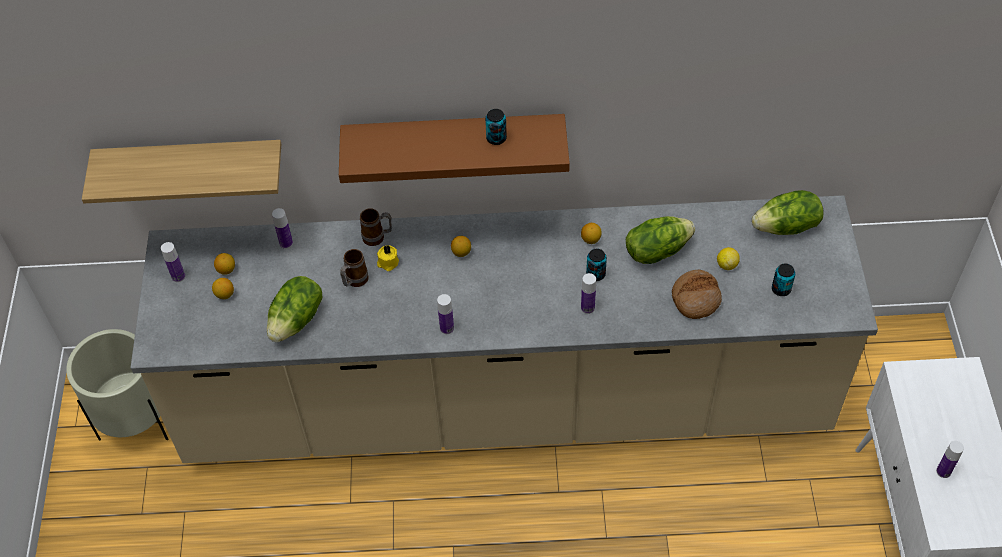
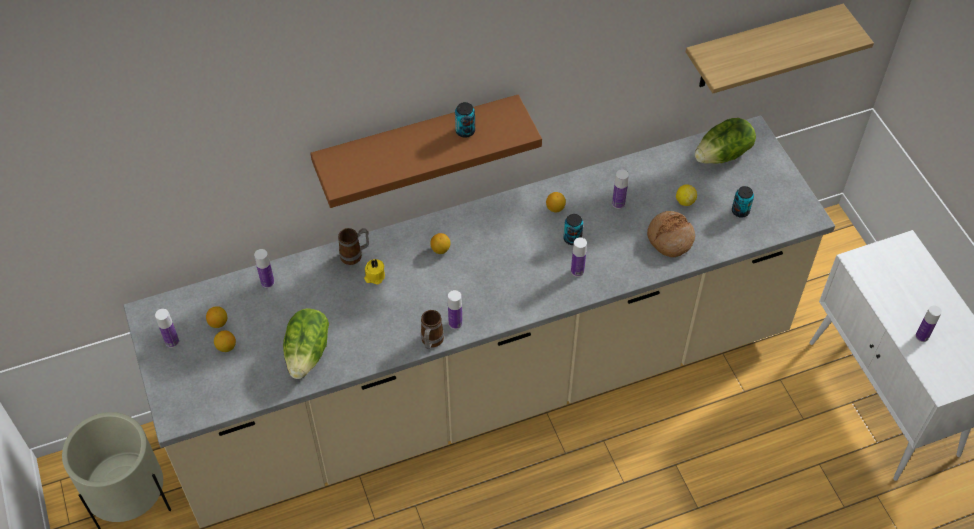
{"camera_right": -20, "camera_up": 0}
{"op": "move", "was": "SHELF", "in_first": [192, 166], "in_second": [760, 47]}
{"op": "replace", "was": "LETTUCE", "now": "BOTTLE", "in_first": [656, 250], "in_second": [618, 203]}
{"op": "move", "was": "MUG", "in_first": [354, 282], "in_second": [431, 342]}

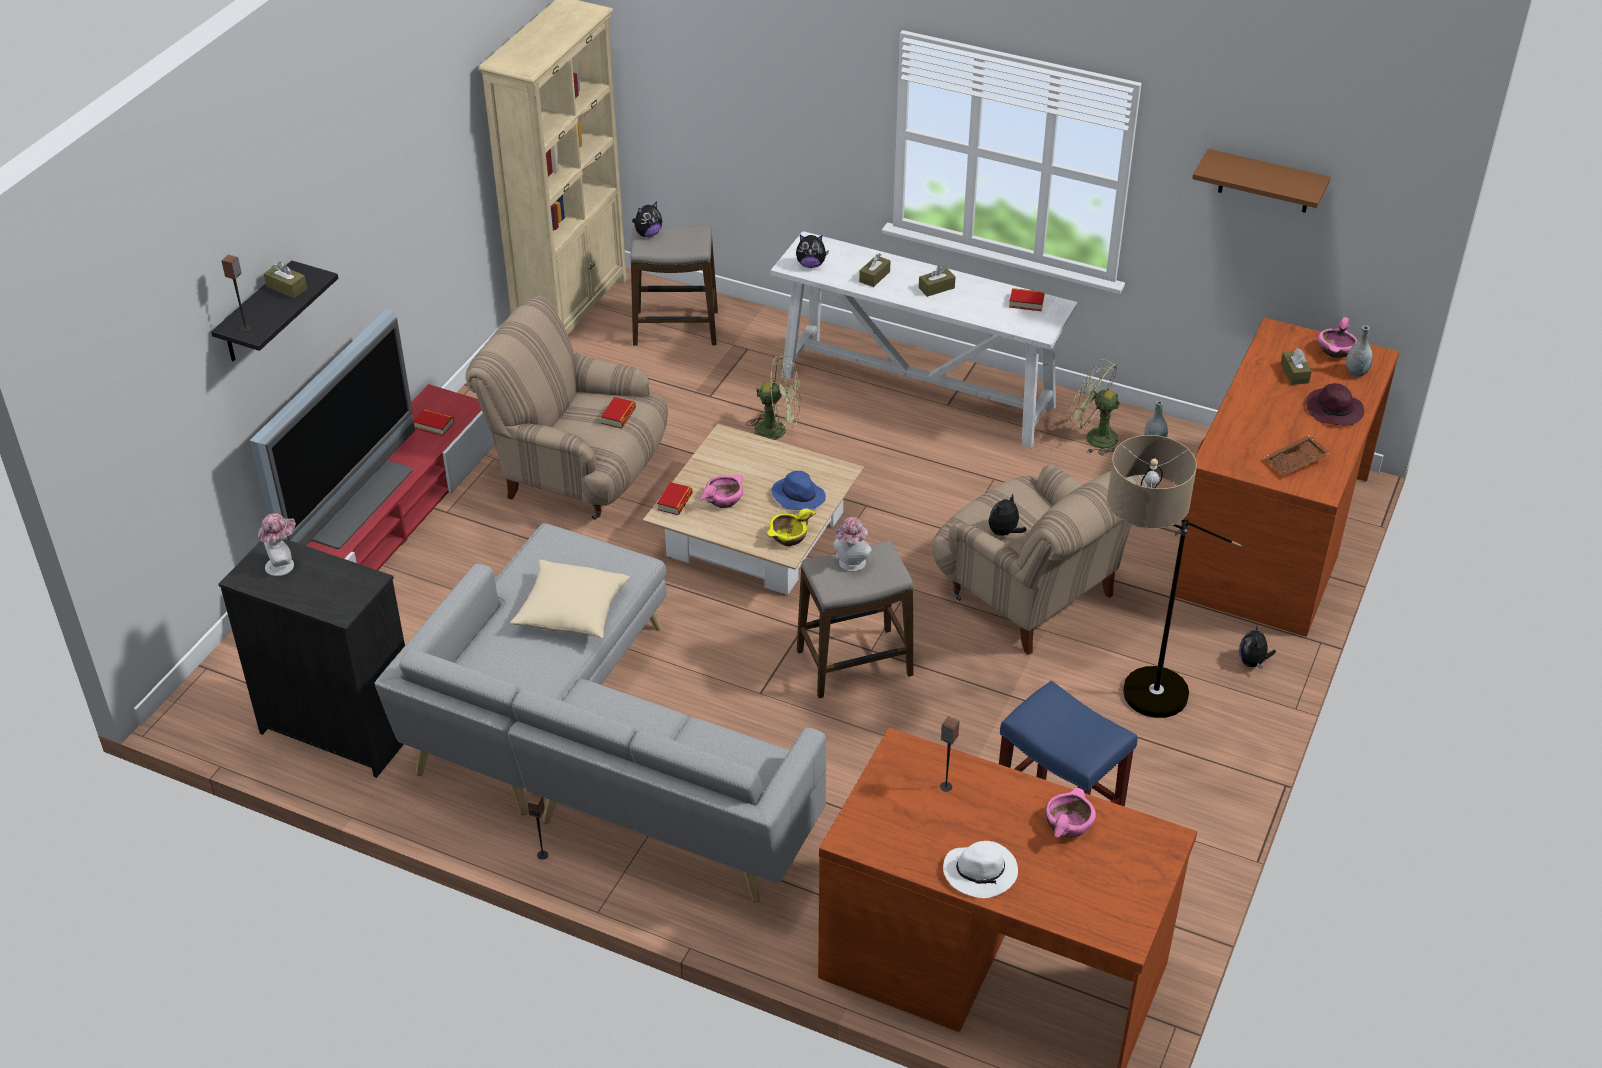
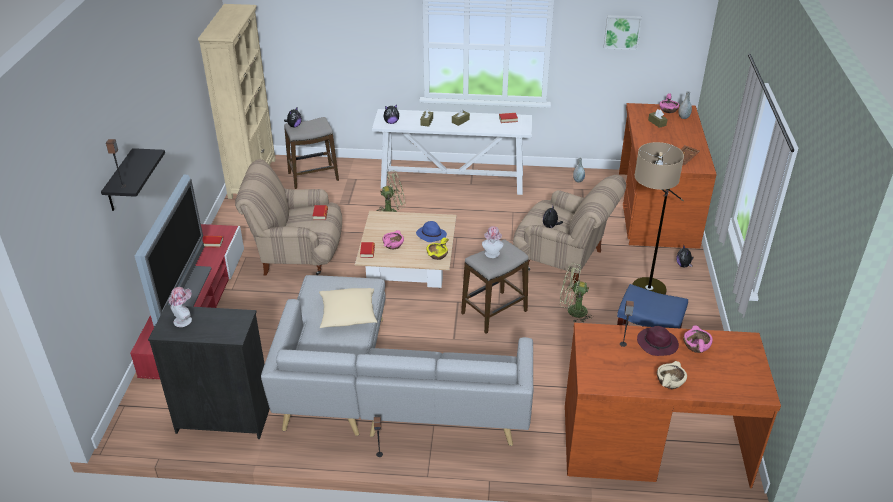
{"camera_right": -20, "camera_up": -5}
{"op": "replace", "was": "BROWN SHELF", "now": "PICTURE", "in_first": [1265, 182], "in_second": [622, 31]}
{"op": "delete", "was": "BROWN TISSUE BOX", "in_first": [287, 287]}
{"op": "move", "was": "GREEN FAN", "in_first": [1094, 437], "in_second": [572, 311]}
{"op": "move", "was": "PURPLE HAT", "in_first": [1334, 411], "in_second": [658, 344]}
{"op": "replace", "was": "WHITE HAT", "now": "BEIGE BOWL", "in_first": [981, 872], "in_second": [669, 381]}

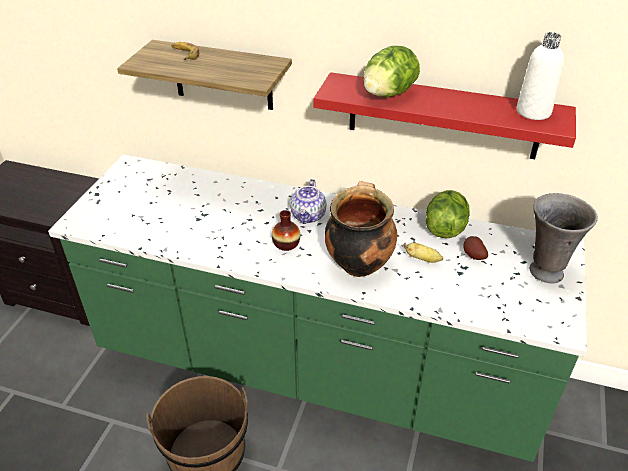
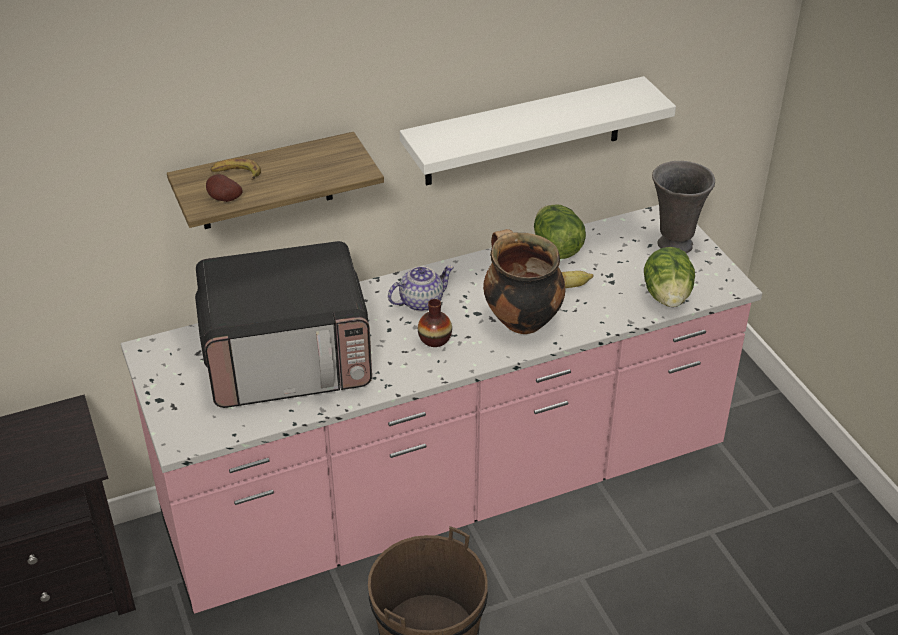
{"camera_right": -40, "camera_up": 0}
{"op": "delete", "was": "WHITE BOTTLE", "in_first": [533, 112]}
{"op": "move", "was": "LETTUCE", "in_first": [388, 94], "in_second": [667, 296]}
{"op": "recolor", "was": "RED SHELF", "now": "WHITE SHELF", "in_first": [443, 116], "in_second": [524, 132]}
{"op": "recolor", "was": "GREEN COUNTER", "now": "PINK COUNTER", "in_first": [314, 370], "in_second": [449, 492]}
{"op": "rotate", "was": "TEAPOT", "in_first": [308, 216], "in_second": [421, 301], "clockwise": -90}
{"op": "move", "was": "POTATO", "in_first": [472, 256], "in_second": [223, 200]}
{"op": "insert", "now": "MICROWAVE", "in_second": [288, 358]}

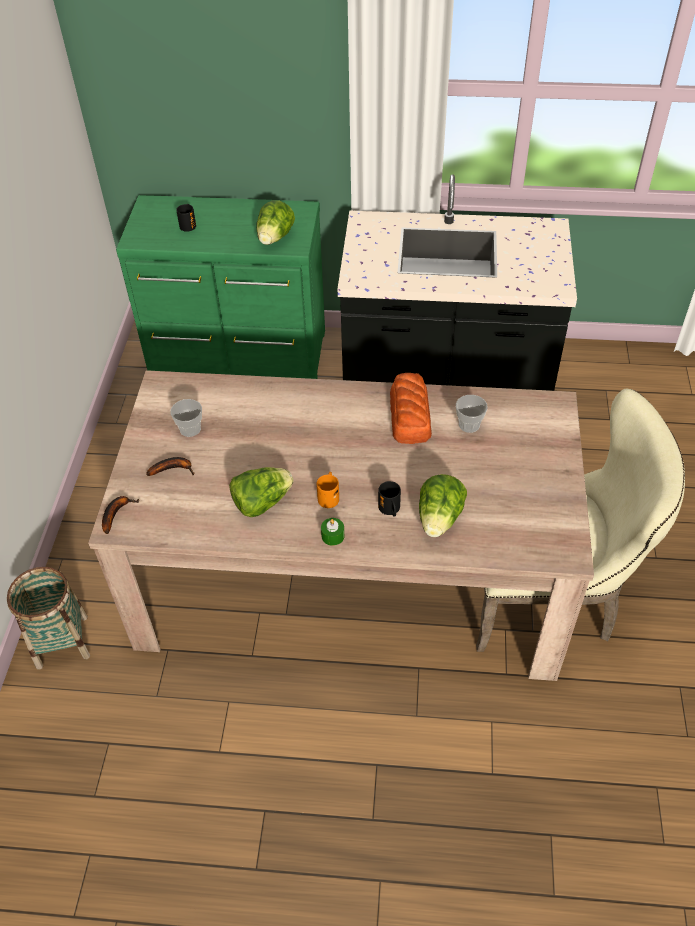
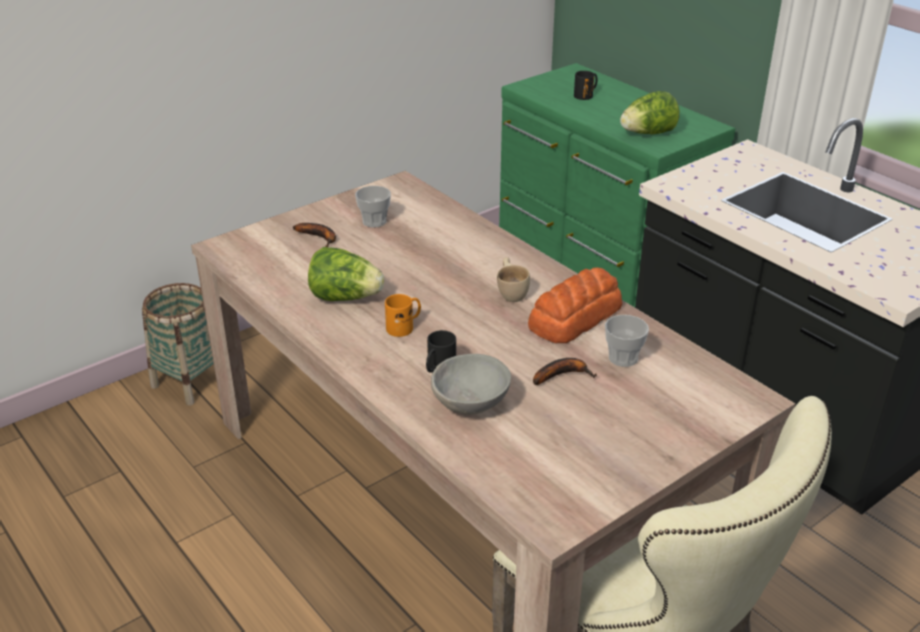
{"camera_right": 45, "camera_up": -15}
{"op": "replace", "was": "LETTUCE", "now": "GREY BOWL", "in_first": [439, 519], "in_second": [471, 406]}
{"op": "move", "was": "BANANA", "in_first": [116, 514], "in_second": [562, 375]}
{"op": "delete", "was": "GREEN CANDLE", "in_first": [333, 536]}
{"op": "insert", "now": "BEIGE CUP", "in_second": [512, 292]}

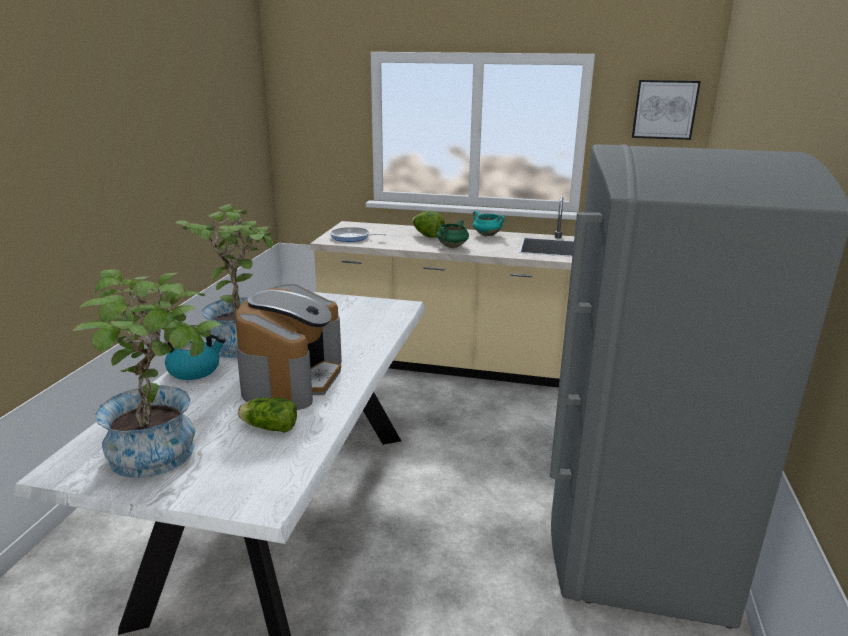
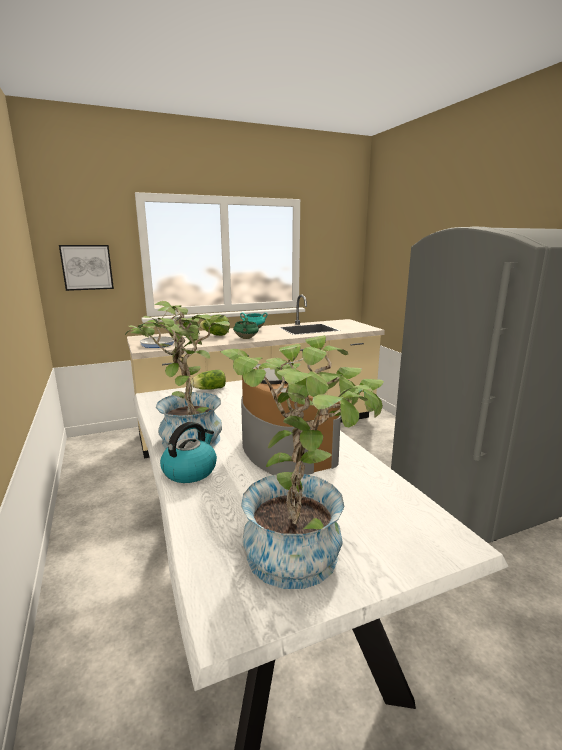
{"camera_right": -35, "camera_up": -5}
{"op": "move", "was": "PICTURE", "in_first": [664, 109], "in_second": [87, 267]}
{"op": "move", "was": "LETTUCE", "in_first": [268, 427], "in_second": [208, 389]}

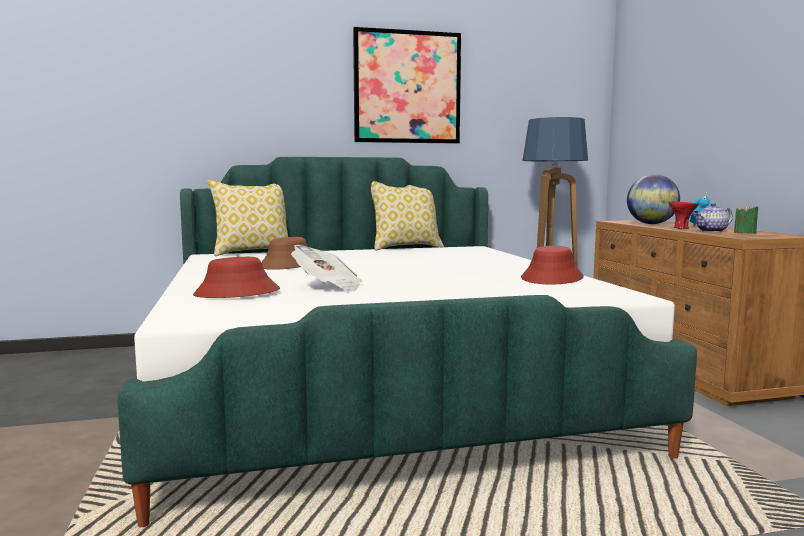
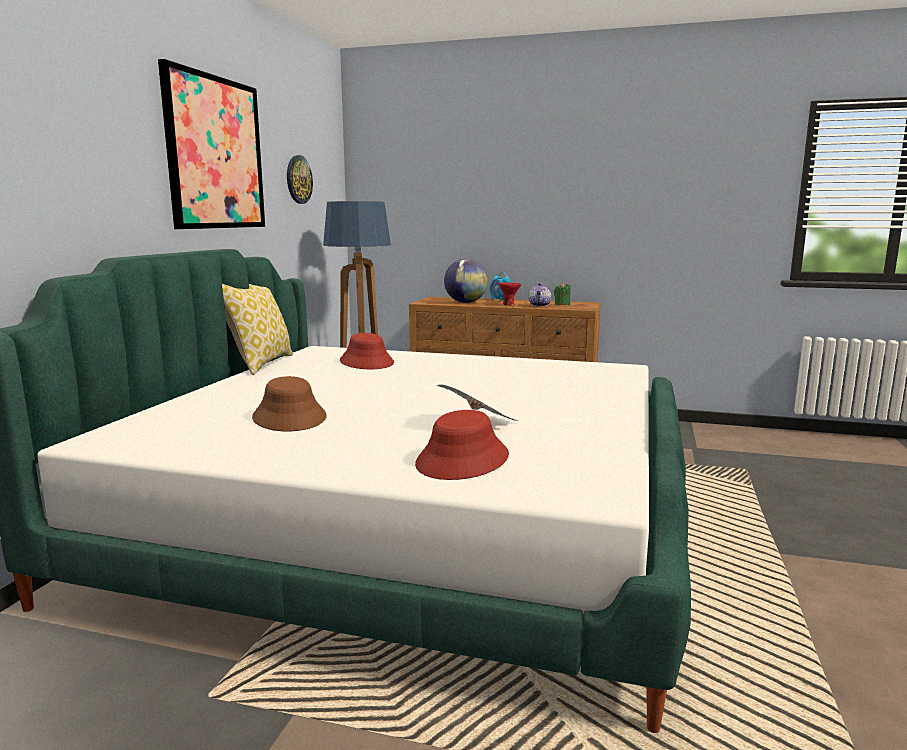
{"camera_right": -60, "camera_up": 5}
{"op": "delete", "was": "PILLOW", "in_first": [253, 252]}
{"op": "move", "was": "RED HAT", "in_first": [552, 278], "in_second": [367, 362]}
{"op": "insert", "now": "WALL CLOCK", "in_second": [298, 179]}

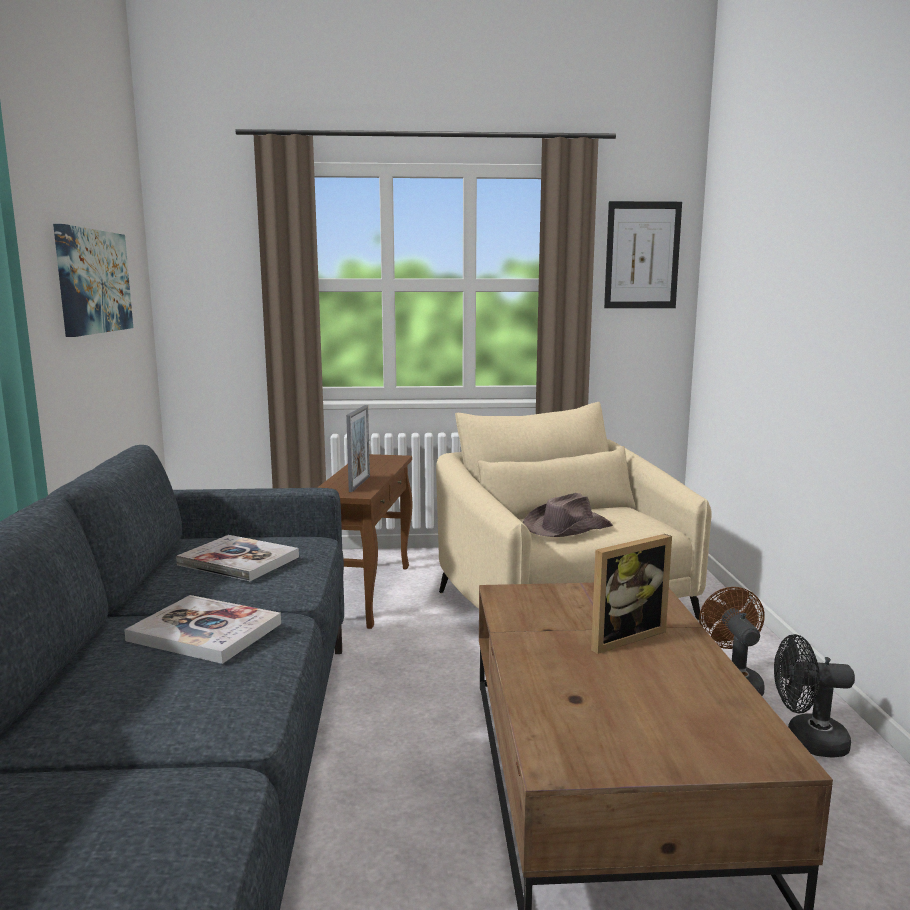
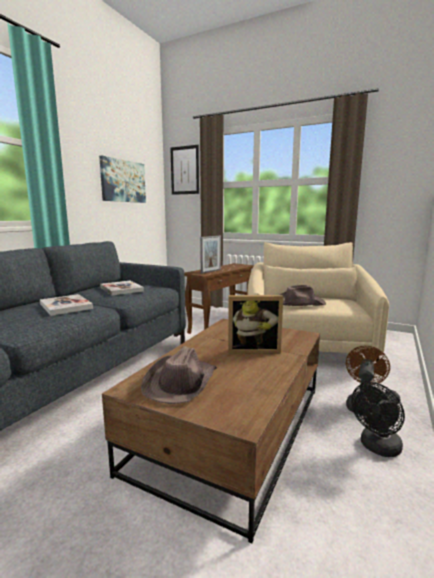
{"camera_right": 30, "camera_up": 0}
{"op": "move", "was": "PICTURE", "in_first": [642, 255], "in_second": [185, 170]}
{"op": "rotate", "was": "BLACK FAN", "in_first": [807, 741], "in_second": [377, 448], "clockwise": -75}
{"op": "insert", "now": "BROWN HAT", "in_second": [181, 382]}

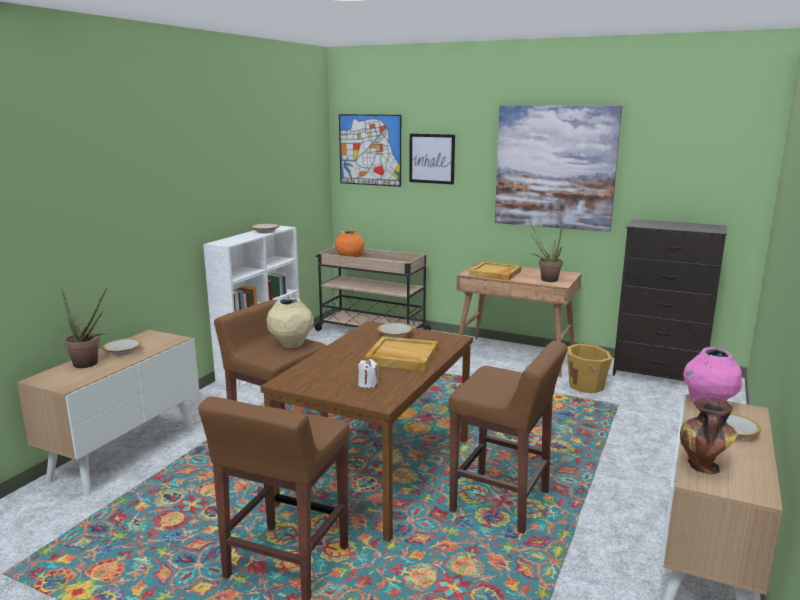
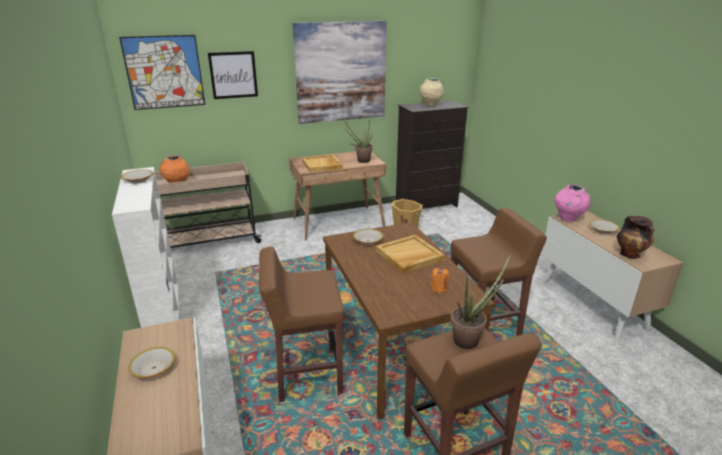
{"camera_right": -45, "camera_up": 10}
{"op": "move", "was": "POTTED PLANT", "in_first": [89, 364], "in_second": [470, 339]}
{"op": "move", "was": "BEIGE VASE", "in_first": [291, 345], "in_second": [430, 105]}
{"op": "recolor", "was": "WHITE CANDLE", "now": "ORANGE CANDLE", "in_first": [367, 384], "in_second": [438, 288]}

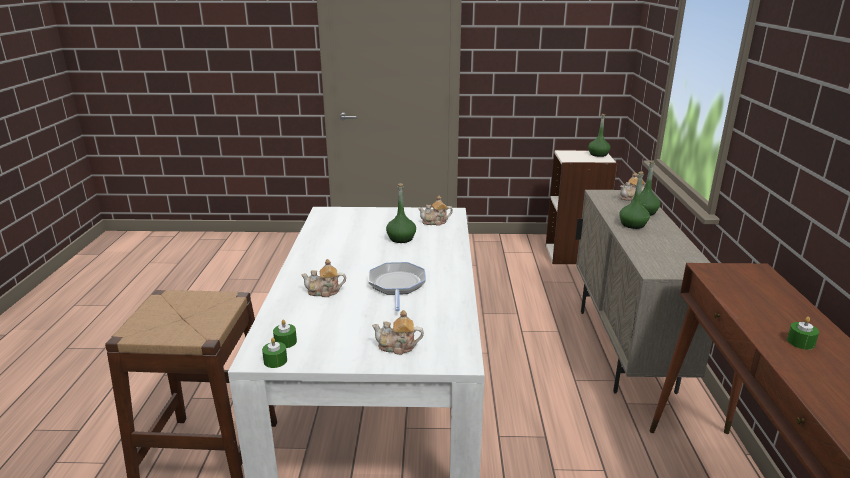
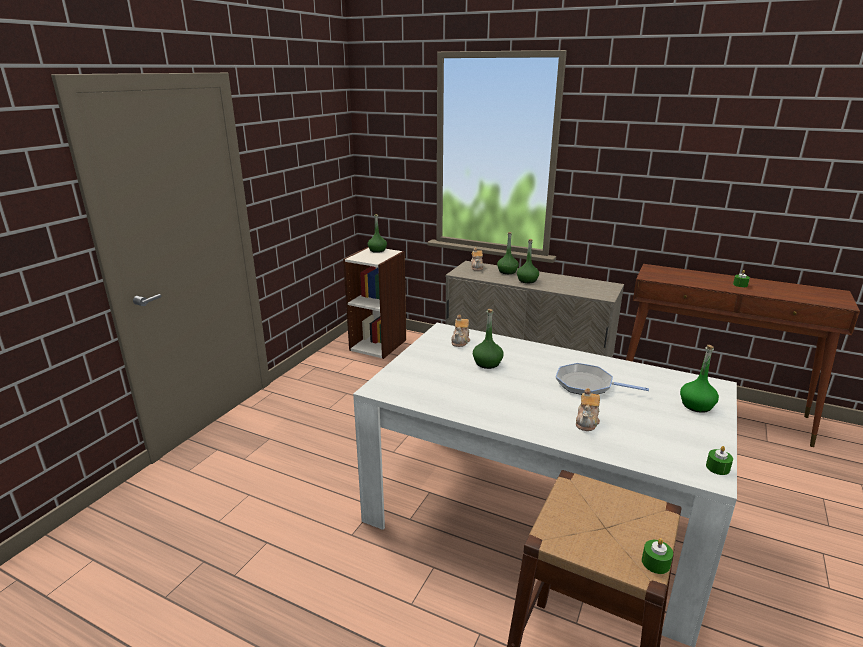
{"camera_right": -65, "camera_up": 0}
{"op": "replace", "was": "TEAPOT", "now": "GREEN BOTTLE", "in_first": [397, 347], "in_second": [696, 405]}
{"op": "move", "was": "GREEN CANDLE", "in_first": [285, 342], "in_second": [655, 563]}

